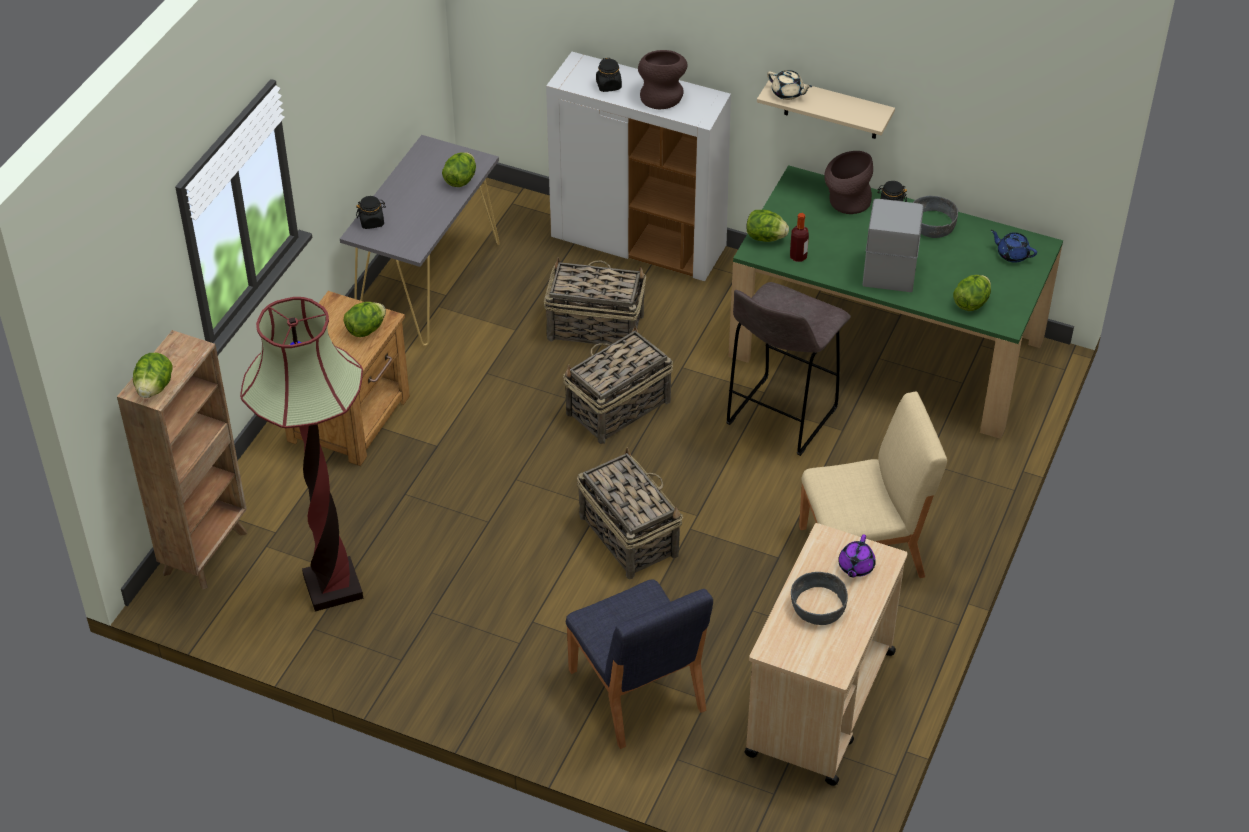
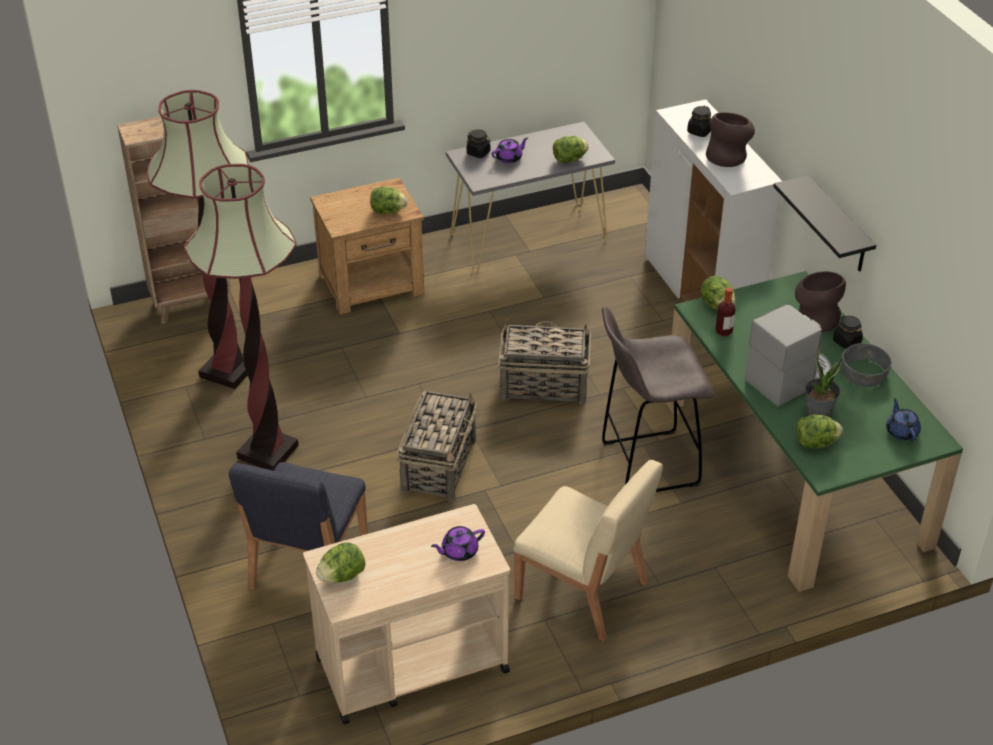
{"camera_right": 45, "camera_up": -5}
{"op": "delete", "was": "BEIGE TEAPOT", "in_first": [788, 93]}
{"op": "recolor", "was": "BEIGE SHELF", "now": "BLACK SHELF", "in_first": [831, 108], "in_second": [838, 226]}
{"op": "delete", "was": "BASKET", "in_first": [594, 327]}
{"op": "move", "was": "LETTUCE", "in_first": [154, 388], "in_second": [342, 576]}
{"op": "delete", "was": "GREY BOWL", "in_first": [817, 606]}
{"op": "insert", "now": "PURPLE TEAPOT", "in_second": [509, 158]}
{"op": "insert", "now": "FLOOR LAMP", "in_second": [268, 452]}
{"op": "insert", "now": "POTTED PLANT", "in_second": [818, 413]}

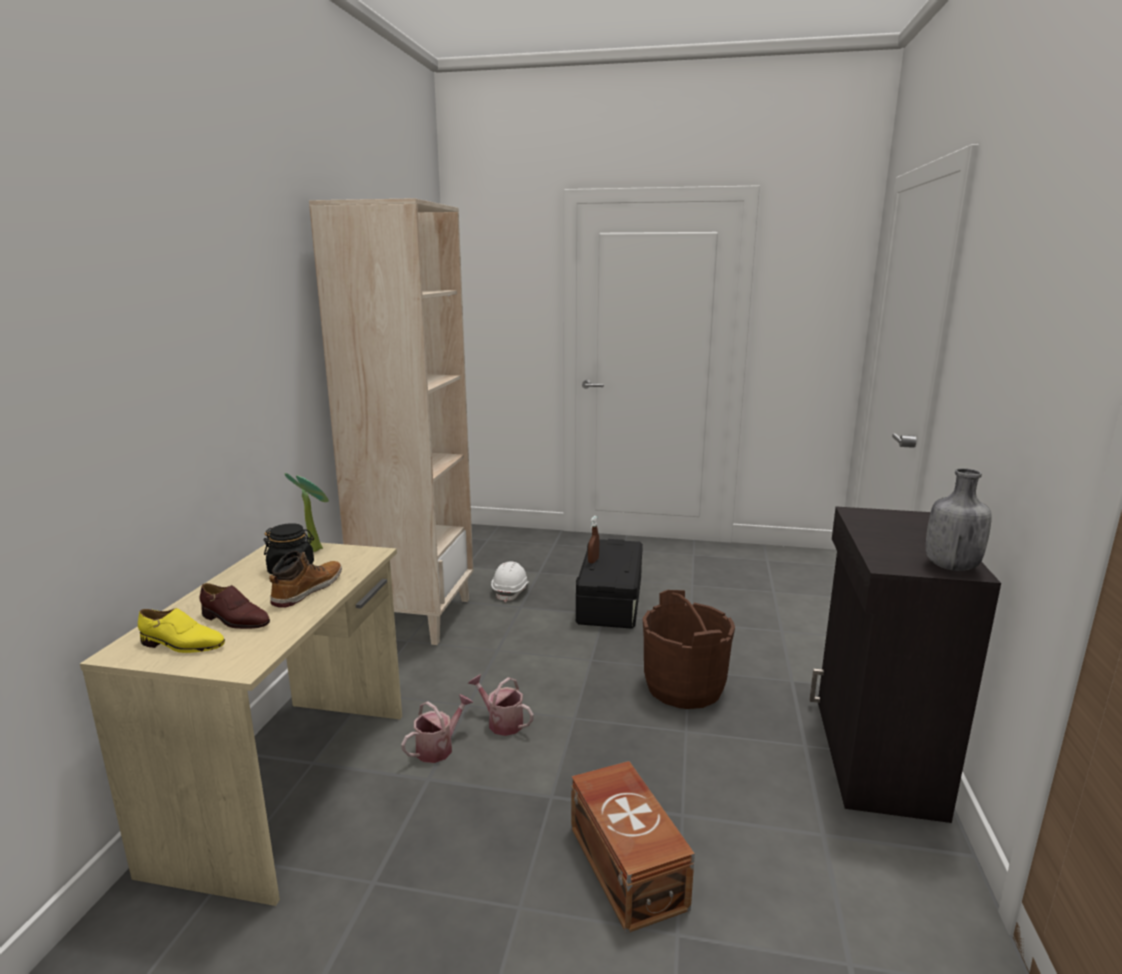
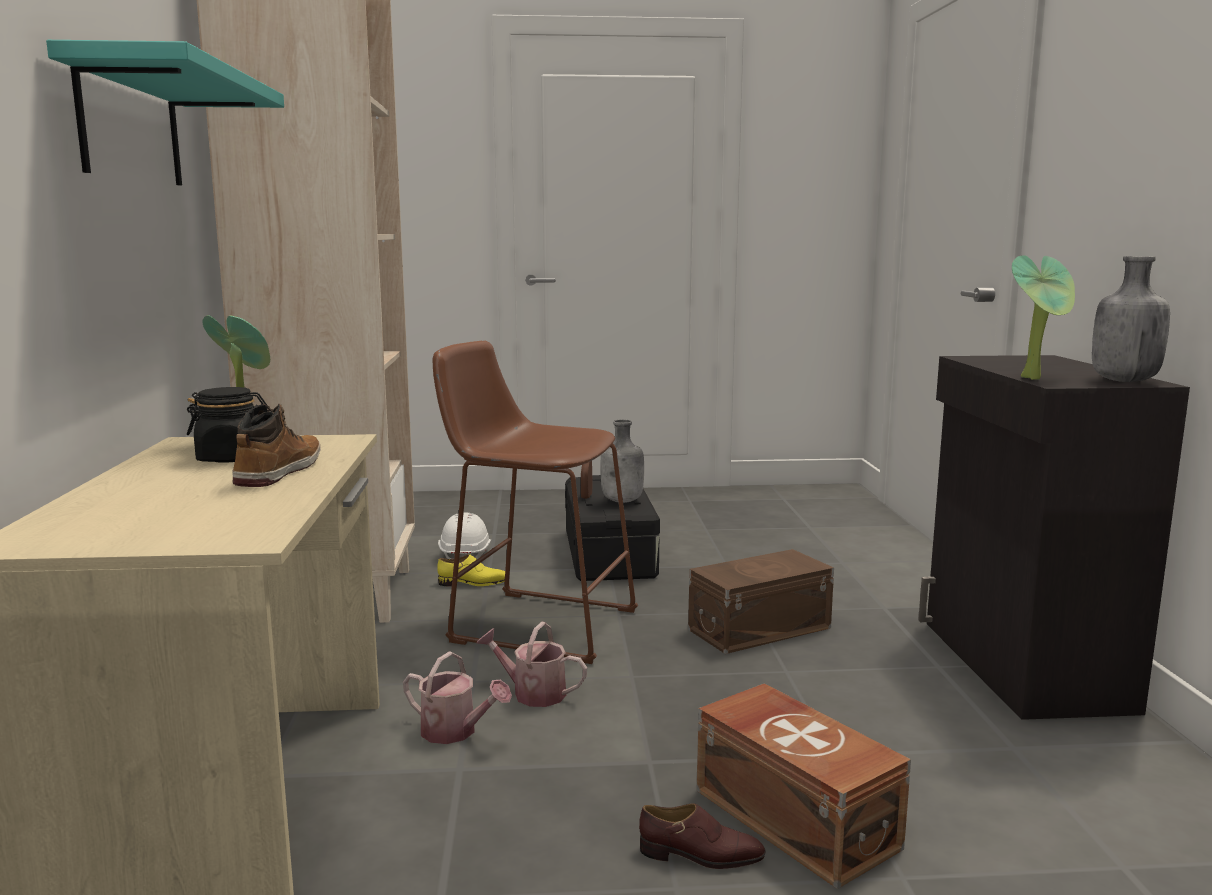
{"camera_right": -15, "camera_up": -5}
{"op": "move", "was": "BROWN SHOE", "in_first": [235, 620], "in_second": [701, 855]}
{"op": "replace", "was": "BROWN BUCKET", "now": "BROWN STORAGE BOX", "in_first": [683, 687], "in_second": [756, 628]}
{"op": "move", "was": "YELLOW SHOE", "in_first": [182, 645], "in_second": [473, 583]}
{"op": "rotate", "was": "WATERING CAN", "in_first": [438, 747], "in_second": [455, 732], "clockwise": 90}
{"op": "insert", "now": "TURQUOISE SHELF", "in_second": [130, 125]}
{"op": "insert", "now": "POTTED PLANT", "in_second": [1036, 378]}
{"op": "insert", "now": "BROWN STOOL", "in_second": [535, 624]}
{"op": "insert", "now": "GREY BOTTLE", "in_second": [623, 501]}

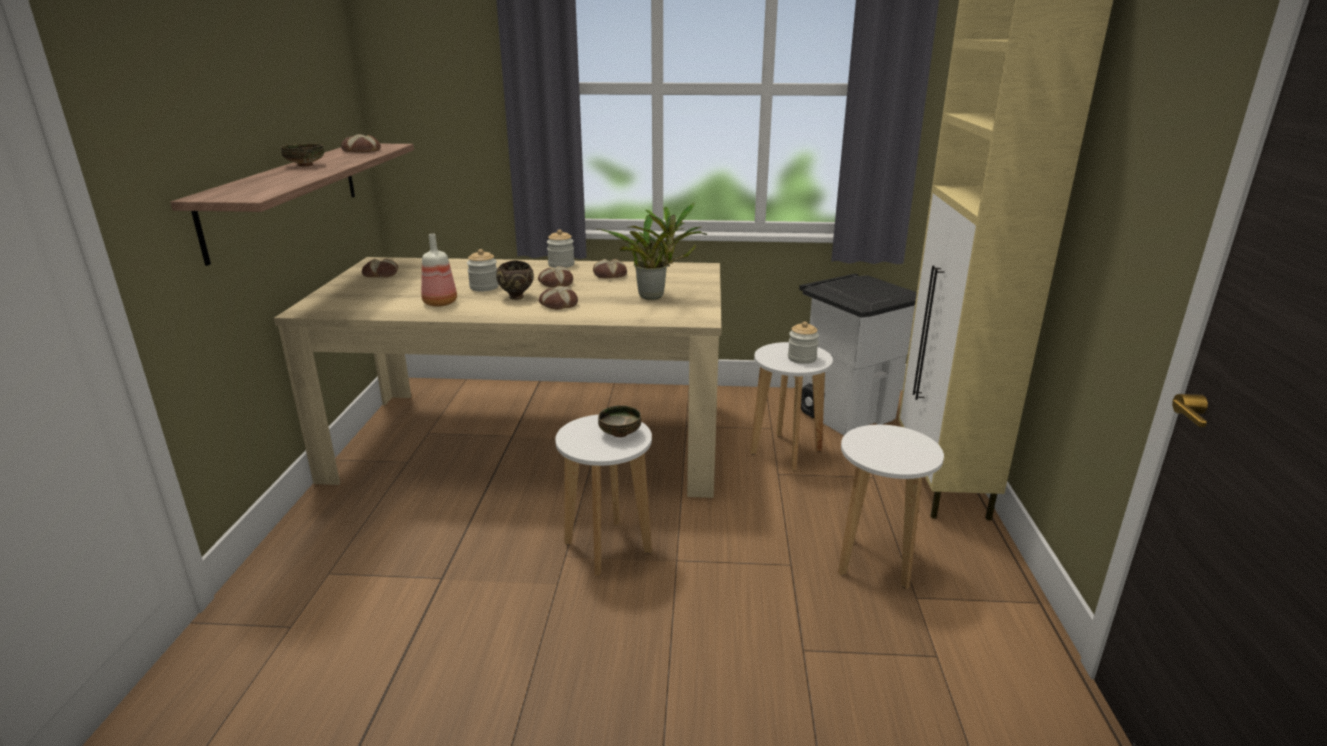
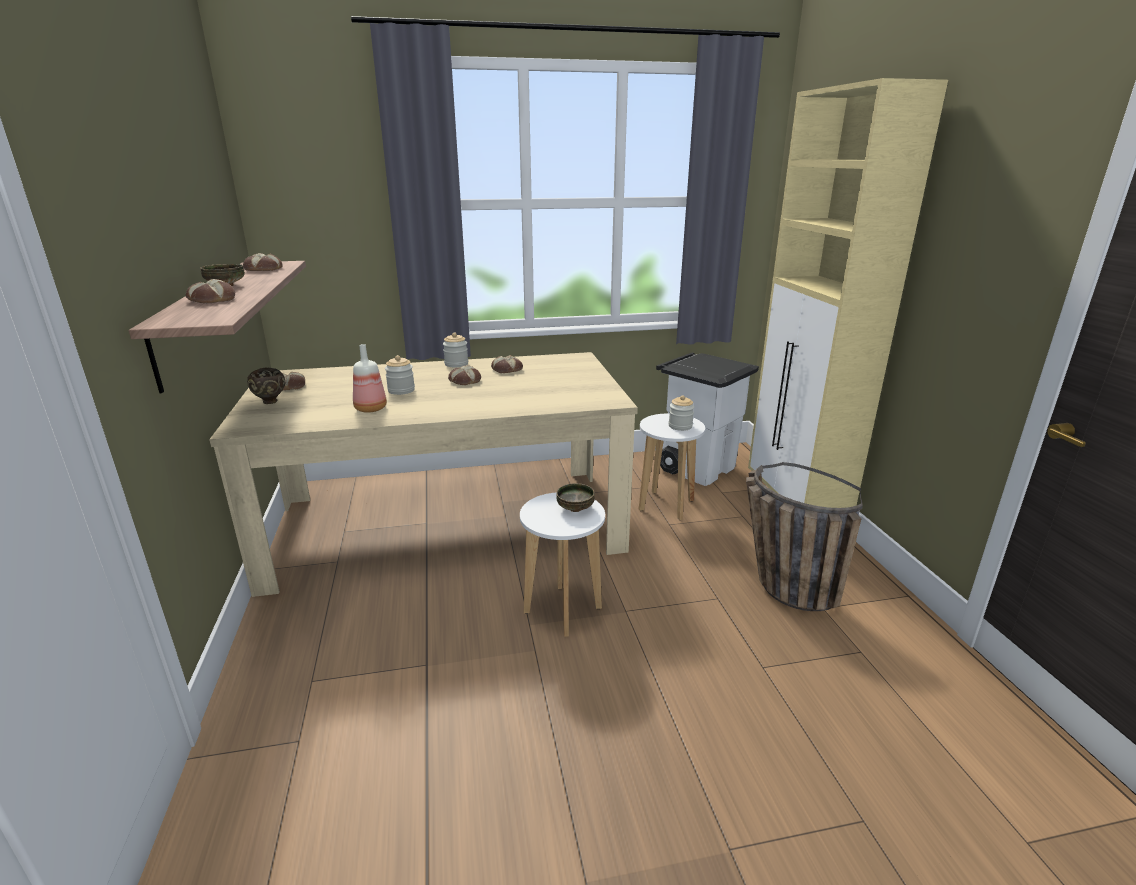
{"camera_right": -15, "camera_up": 0}
{"op": "delete", "was": "POTTED PLANT", "in_first": [655, 296]}
{"op": "move", "was": "BROWN BOWL", "in_first": [516, 297], "in_second": [270, 402]}
{"op": "move", "was": "BREAD", "in_first": [558, 304], "in_second": [211, 300]}
{"op": "replace", "was": "WHITE STOOL", "now": "BASKET", "in_first": [876, 562], "in_second": [779, 584]}

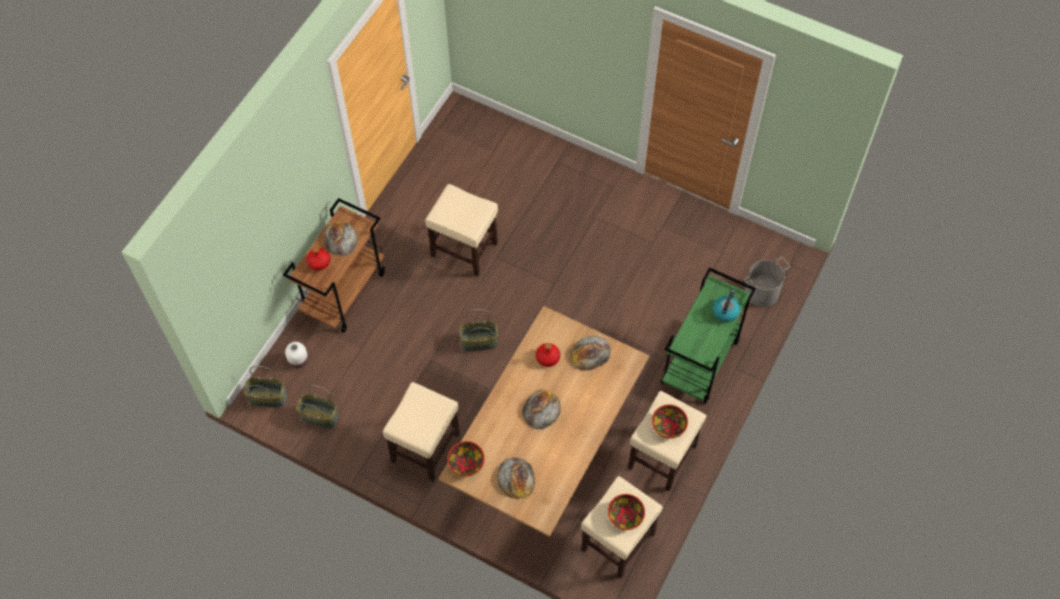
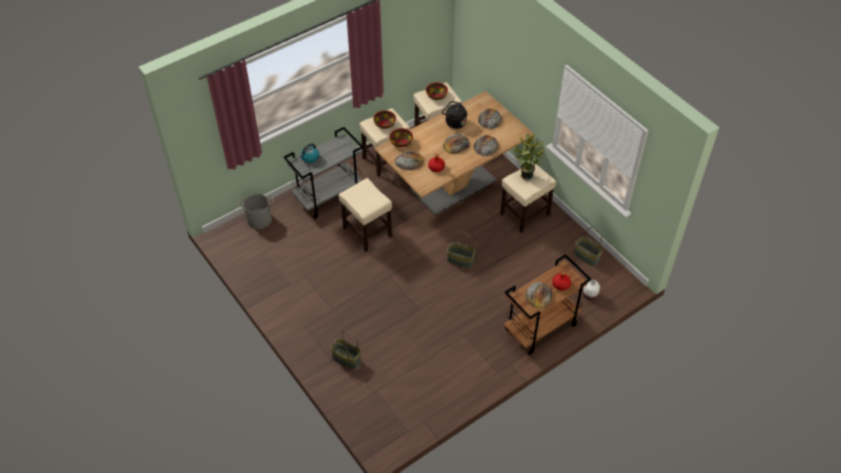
{"camera_right": -155, "camera_up": -10}
{"op": "move", "was": "BEIGE STOOL", "in_first": [465, 249], "in_second": [366, 232]}
{"op": "recolor", "was": "GREEN CART", "now": "GREY CART", "in_first": [700, 363], "in_second": [328, 196]}
{"op": "move", "was": "BASKET", "in_first": [268, 397], "in_second": [346, 359]}
{"op": "move", "was": "BOWL", "in_first": [466, 463], "in_second": [401, 142]}
{"op": "insert", "now": "BLACK KETTLE", "in_second": [454, 122]}
{"op": "insert", "now": "POTTED PLANT", "in_second": [525, 175]}
{"op": "insert", "now": "BREAD", "in_second": [486, 145]}

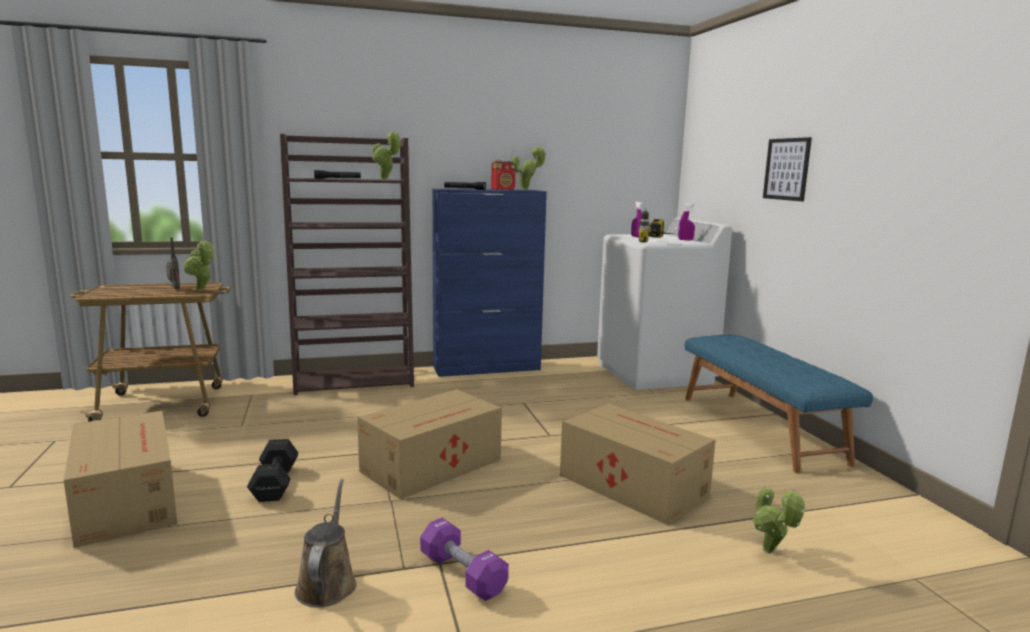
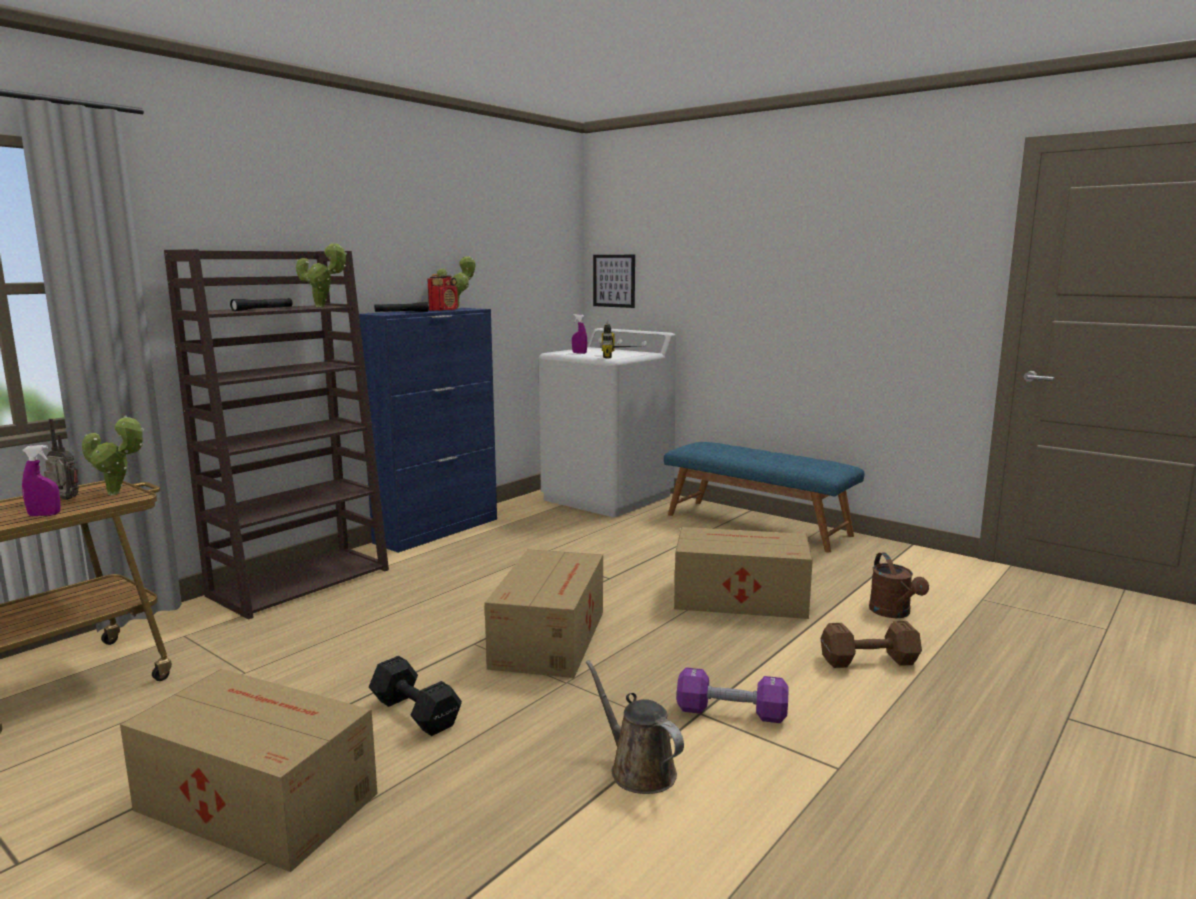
{"camera_right": -35, "camera_up": 0}
{"op": "move", "was": "PICTURE", "in_first": [786, 169], "in_second": [614, 281]}
{"op": "move", "was": "PURPLE SPRAY BOTTLE", "in_first": [685, 240], "in_second": [44, 515]}
{"op": "replace", "was": "POTTED PLANT", "now": "BROWN WATERING CAN", "in_first": [770, 553], "in_second": [893, 613]}
{"op": "insert", "now": "BROWN DUMBBELL", "in_second": [866, 661]}

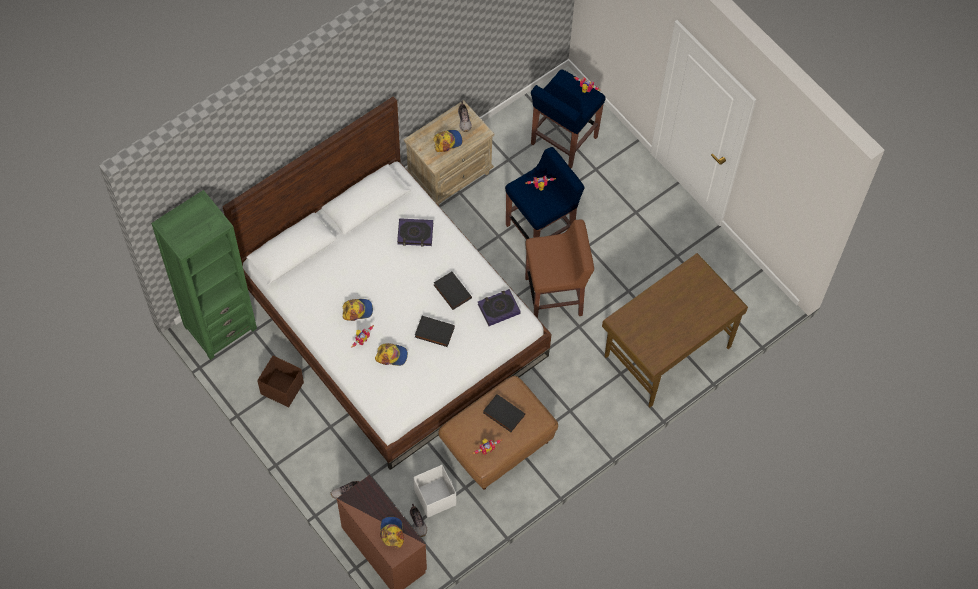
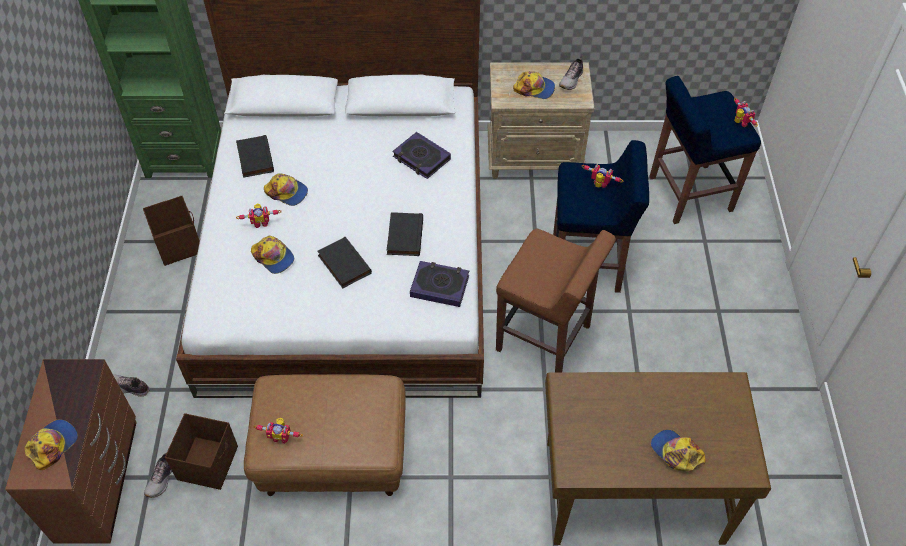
{"camera_right": 40, "camera_up": -10}
{"op": "move", "was": "BLACK BOOK", "in_first": [503, 414], "in_second": [254, 158]}
{"op": "recolor", "was": "WHITE STORAGE BOX", "now": "BROWN STORAGE BOX", "in_first": [435, 496], "in_second": [208, 462]}
{"op": "insert", "now": "CAP", "in_second": [676, 453]}

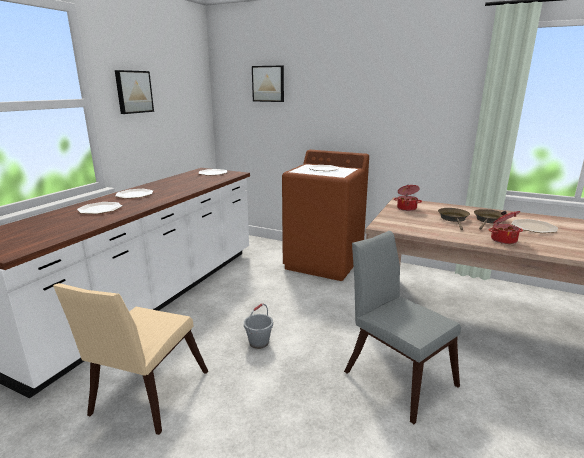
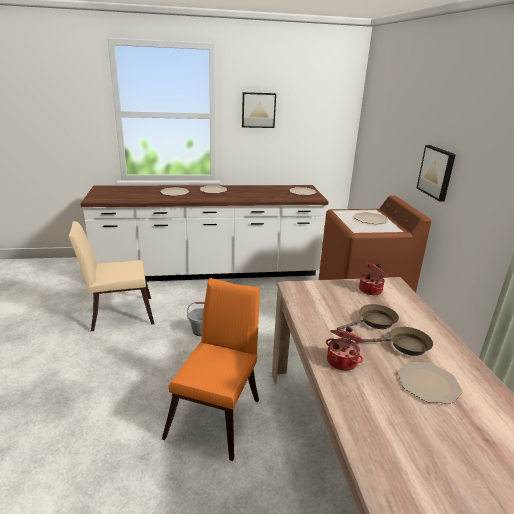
{"camera_right": 55, "camera_up": 5}
{"op": "move", "was": "PICTURE", "in_first": [268, 84], "in_second": [437, 172]}
{"op": "recolor", "was": "GREY CHAIR", "now": "ORANGE CHAIR", "in_first": [395, 374], "in_second": [217, 413]}

